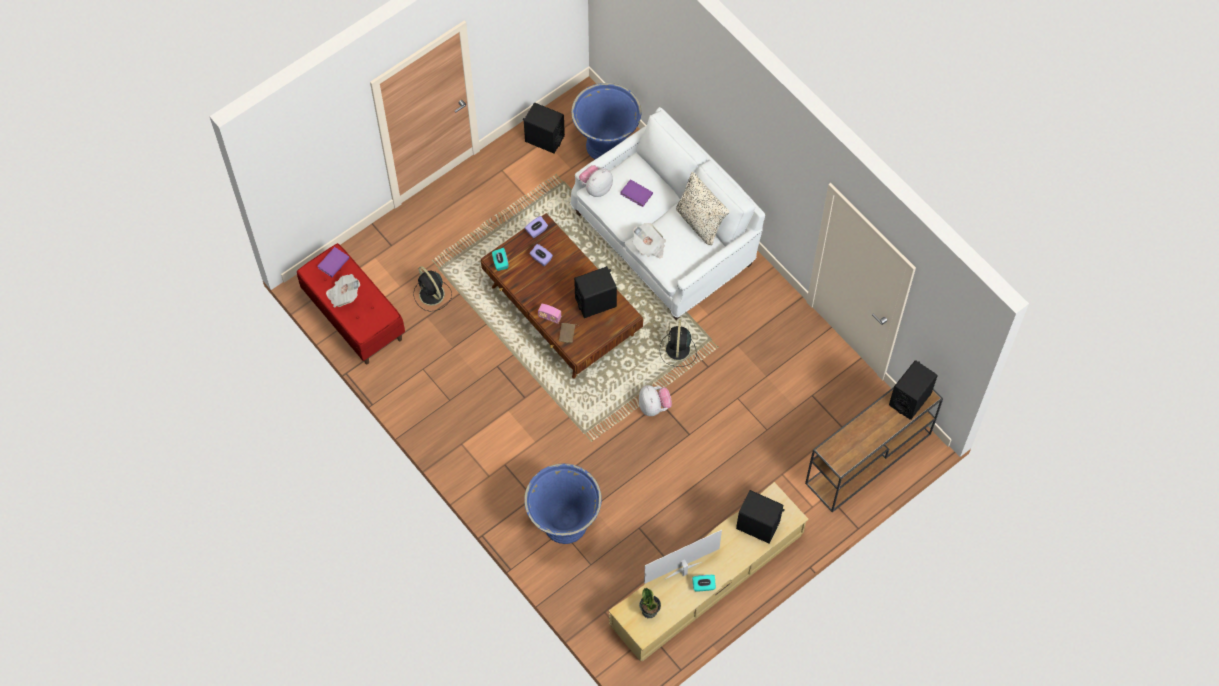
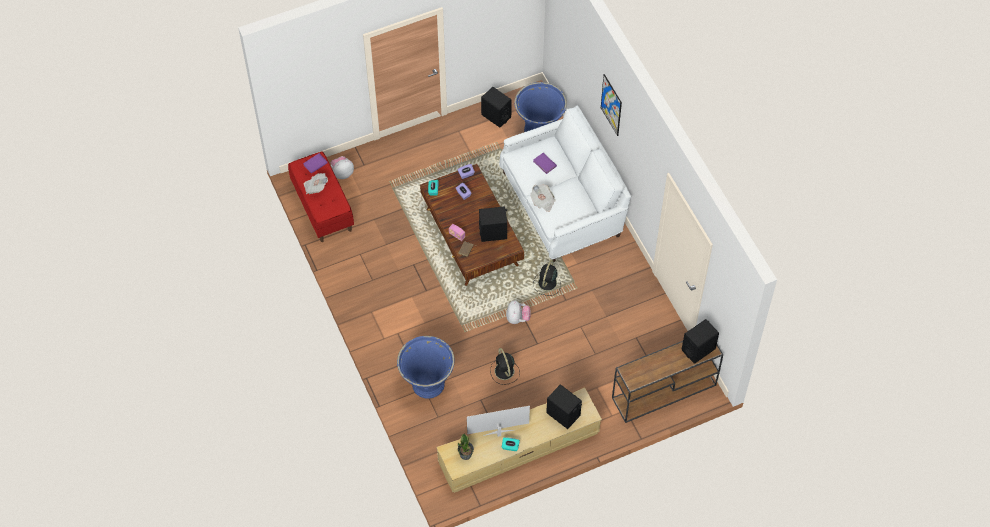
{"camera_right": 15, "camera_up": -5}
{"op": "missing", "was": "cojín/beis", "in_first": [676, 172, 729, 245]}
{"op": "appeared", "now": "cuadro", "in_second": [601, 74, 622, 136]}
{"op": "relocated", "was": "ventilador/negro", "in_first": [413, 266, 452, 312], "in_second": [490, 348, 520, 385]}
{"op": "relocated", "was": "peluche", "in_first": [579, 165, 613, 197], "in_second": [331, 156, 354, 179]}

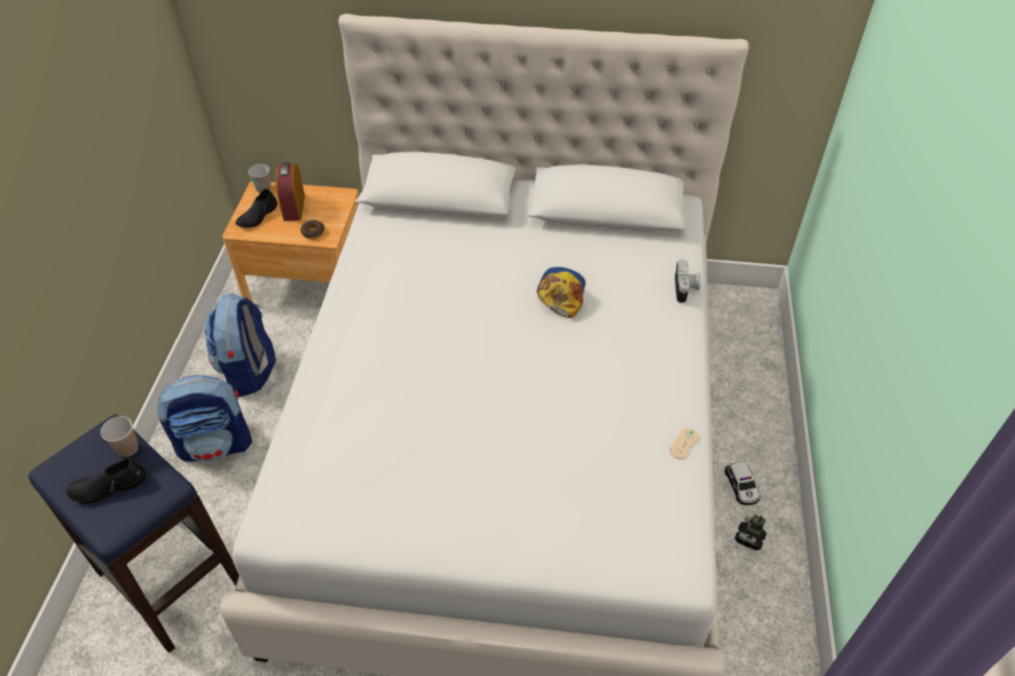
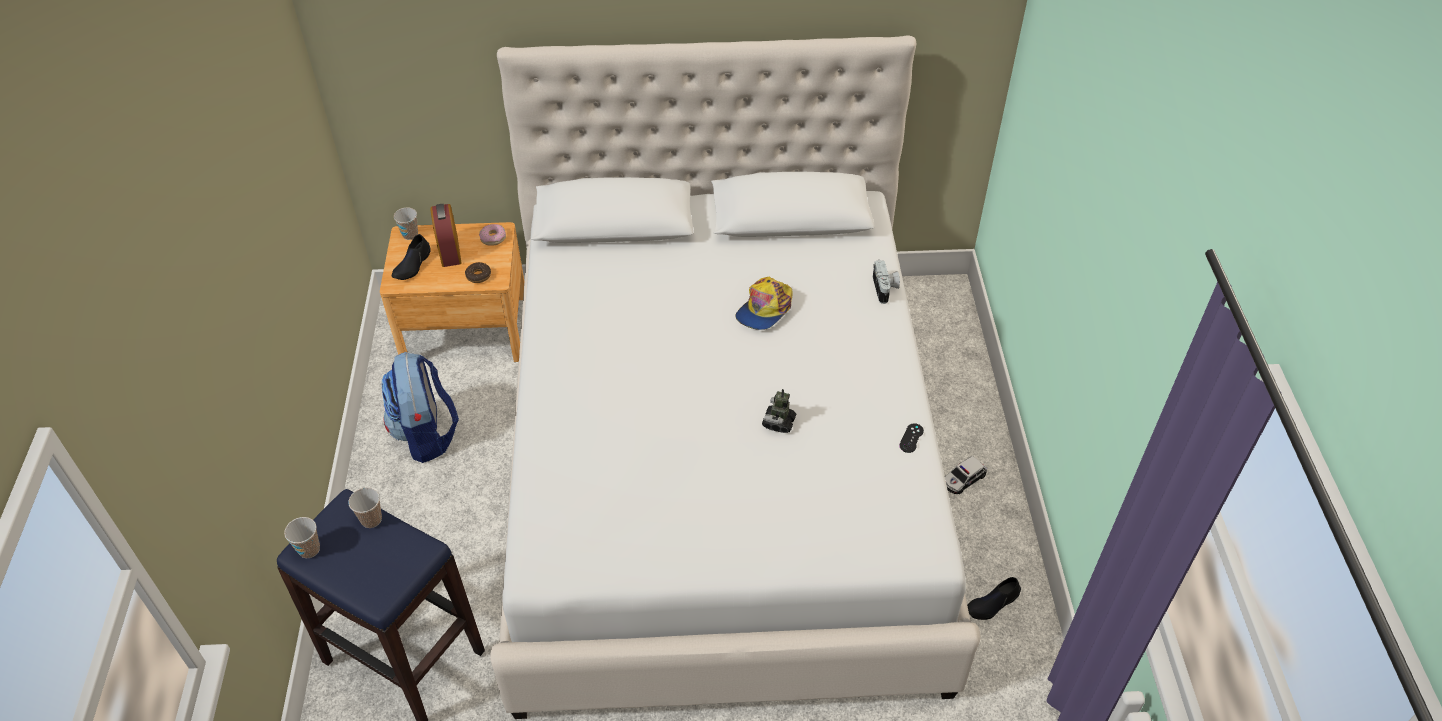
{"camera_right": -10, "camera_up": 0}
{"op": "missing", "was": "mochila", "in_first": [157, 375, 252, 462]}
{"op": "appeared", "now": "taza", "in_second": [284, 517, 320, 558]}
{"op": "appeared", "now": "rosquilla", "in_second": [479, 224, 506, 246]}
{"op": "relocated", "was": "zapato/negro", "in_first": [65, 458, 146, 503], "in_second": [967, 577, 1021, 620]}
{"op": "relocated", "was": "robot de juguete", "in_first": [735, 515, 767, 550], "in_second": [762, 389, 796, 433]}
{"op": "colour", "was": "mando de consola/beis", "now": "mando de consola/negro", "in_first": [670, 428, 698, 459], "in_second": [899, 423, 924, 453]}
{"op": "spun", "was": "gorra", "in_first": [537, 267, 586, 318], "in_second": [735, 276, 793, 330], "clockwise": -150}
{"op": "spun", "was": "coche de juguete", "in_first": [725, 462, 760, 505], "in_second": [945, 456, 987, 494], "clockwise": 75}

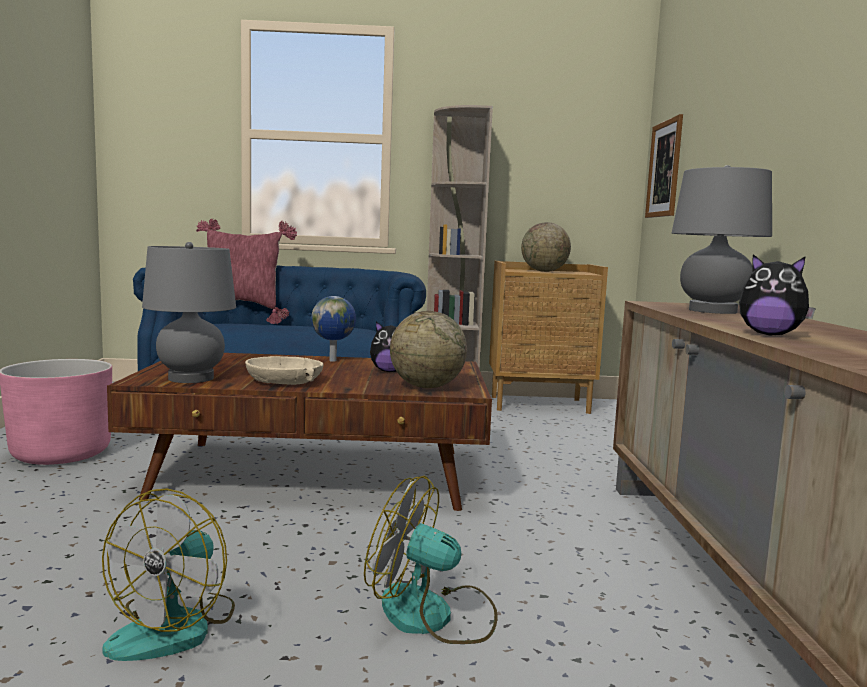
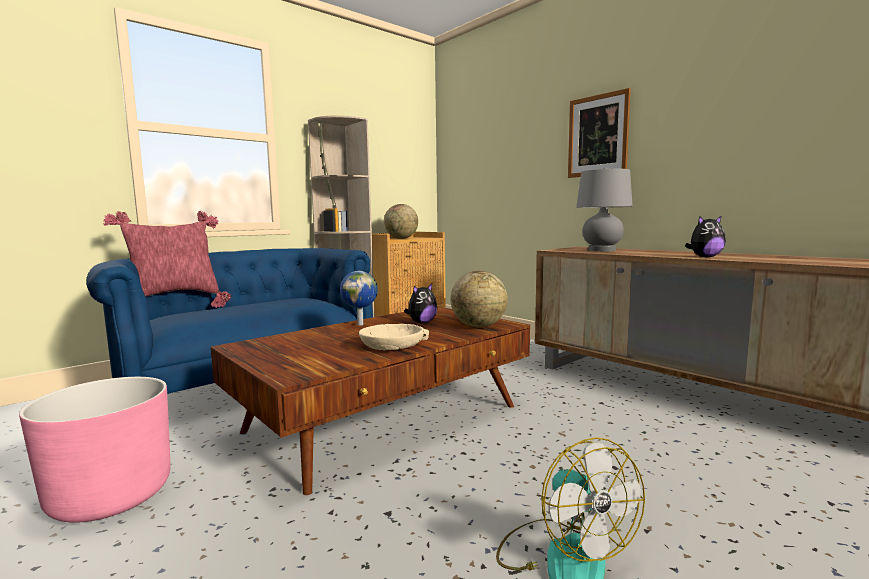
{"camera_right": -40, "camera_up": 0}
{"op": "missing", "was": "lámpara de mesa/gris", "in_first": [142, 242, 236, 383]}
{"op": "missing", "was": "ventilador", "in_first": [364, 475, 498, 644]}
{"op": "relocated", "was": "cuadro", "in_first": [645, 114, 683, 218], "in_second": [568, 88, 631, 178]}

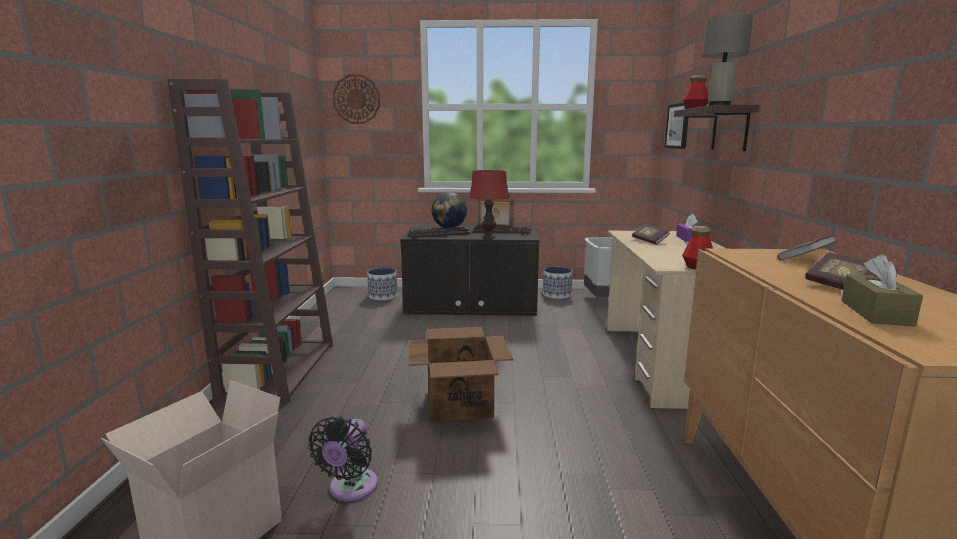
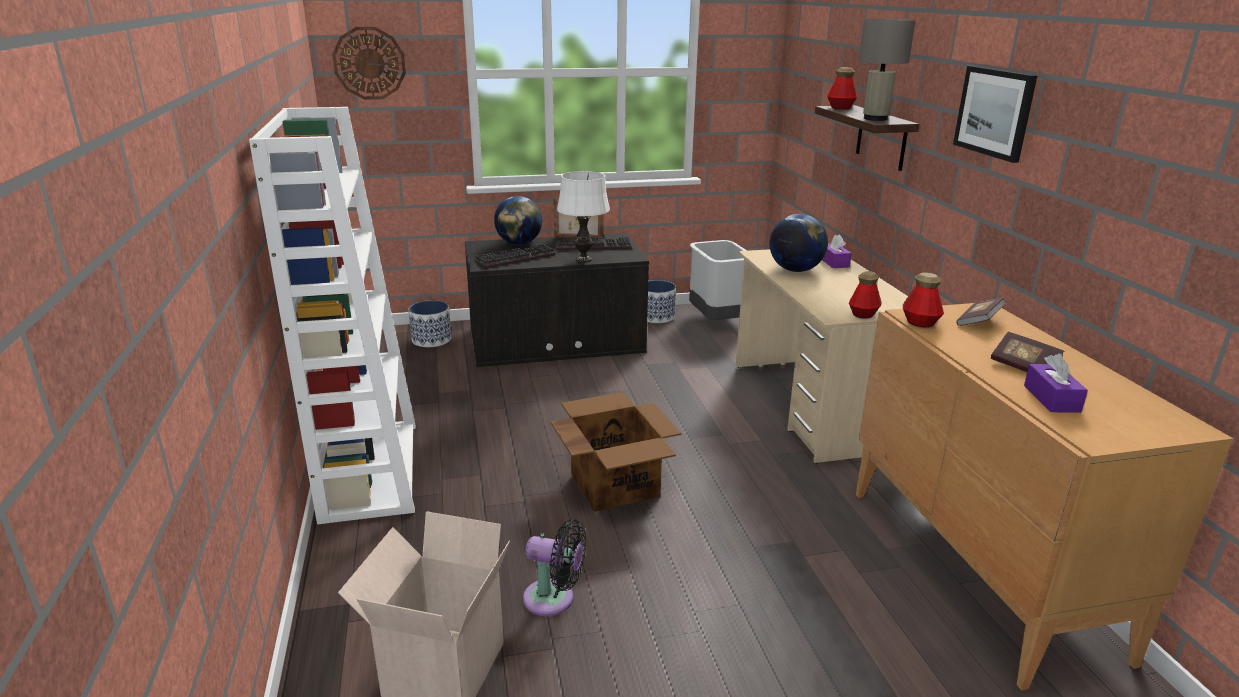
{"camera_right": -15, "camera_up": 10}
{"op": "appeared", "now": "botella", "in_second": [903, 272, 944, 327]}
{"op": "relocated", "was": "cuadro", "in_first": [664, 103, 688, 149], "in_second": [953, 66, 1037, 163]}
{"op": "exchanged", "was": "libro", "now": "globo terráqueo", "in_first": [632, 224, 670, 245], "in_second": [769, 214, 828, 272]}
{"op": "colour", "was": "estantería/marrón", "now": "estantería/blanco", "in_first": [167, 79, 333, 403], "in_second": [249, 107, 416, 525]}
{"op": "colour", "was": "lámpara de mesa/rojo", "now": "lámpara de mesa/blanco", "in_first": [469, 170, 509, 239], "in_second": [557, 171, 610, 263]}
{"op": "colour", "was": "caja de pañuelos/marrón", "now": "caja de pañuelos/morado", "in_first": [841, 254, 923, 326], "in_second": [1024, 354, 1088, 413]}
{"op": "spun", "was": "ventilador/negro", "in_first": [308, 417, 378, 502], "in_second": [523, 519, 586, 617], "clockwise": -75}

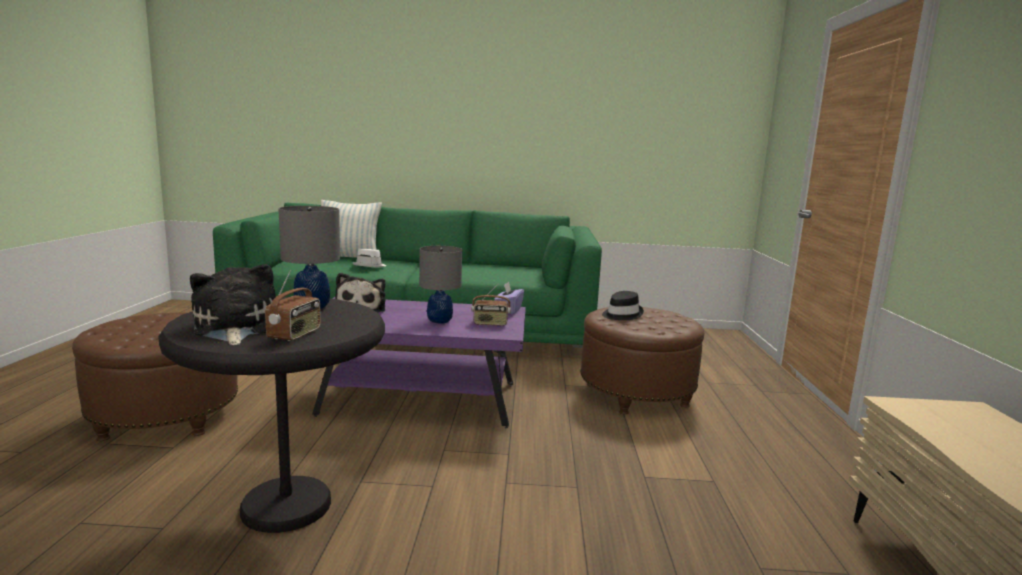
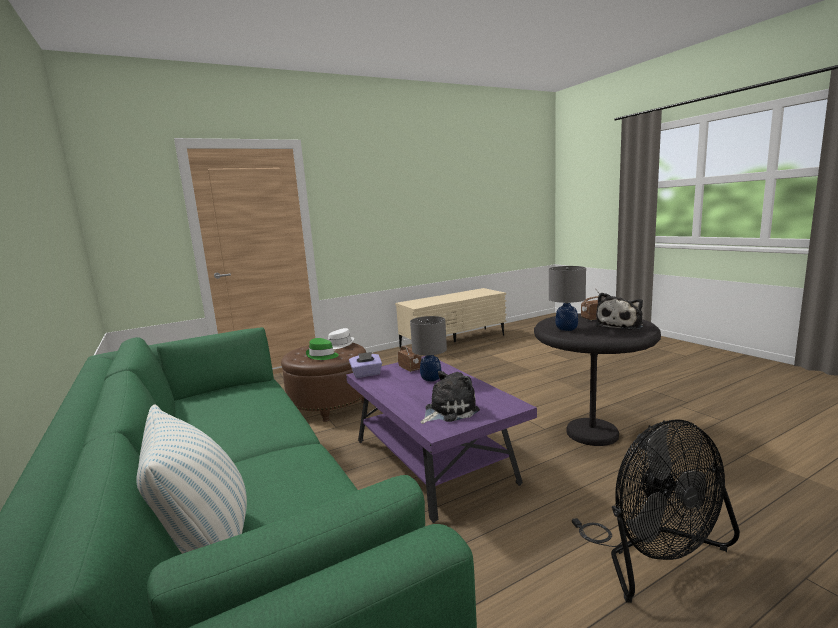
{"camera_right": -120, "camera_up": 0}
{"op": "relocated", "was": "sombrero/blanco", "in_first": [353, 249, 386, 267], "in_second": [328, 328, 354, 349]}
{"op": "exchanged", "was": "puf/marrón", "now": "ventilador/negro", "in_first": [72, 312, 238, 441], "in_second": [572, 419, 740, 603]}
{"op": "colour", "was": "sombrero/negro", "now": "sombrero/verde", "in_first": [602, 291, 644, 320], "in_second": [306, 338, 339, 360]}

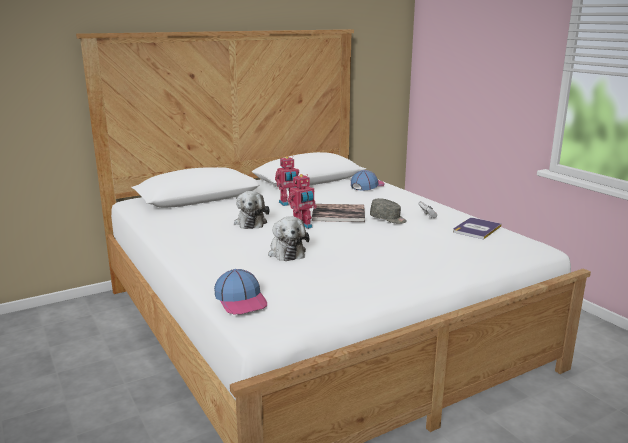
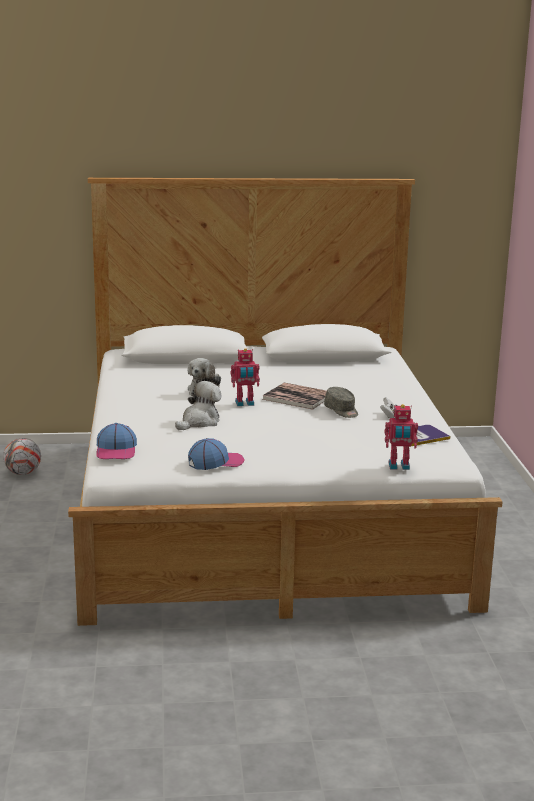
{"camera_right": 25, "camera_up": 0}
{"op": "appeared", "now": "balón de fútbol", "in_second": [3, 438, 41, 475]}
{"op": "relocated", "was": "robot de juguete", "in_first": [275, 156, 299, 206], "in_second": [385, 404, 418, 470]}
{"op": "relocated", "was": "gorra", "in_first": [351, 170, 385, 191], "in_second": [188, 438, 245, 470]}
{"op": "spun", "was": "peluche", "in_first": [268, 216, 309, 261], "in_second": [175, 381, 221, 430], "clockwise": -150}

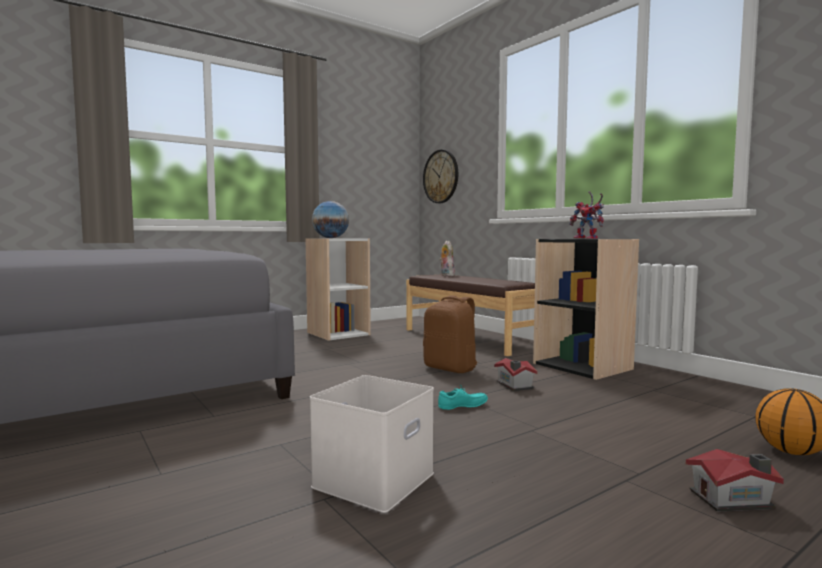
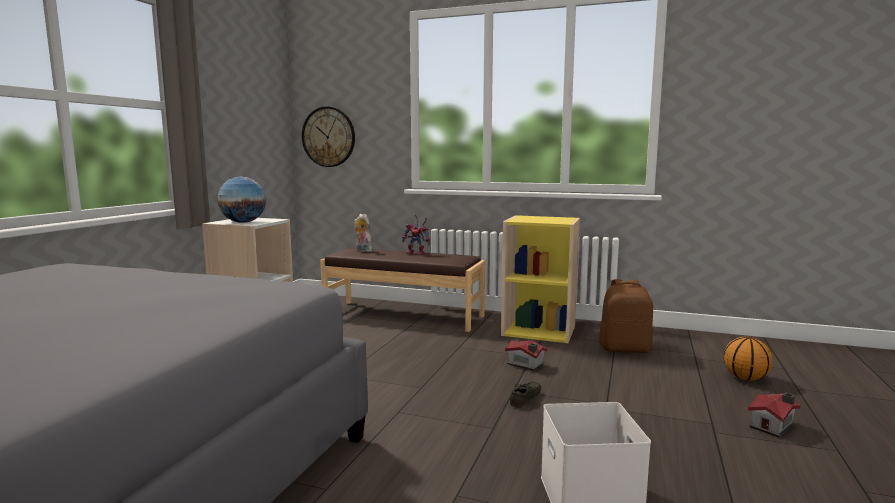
{"camera_right": -35, "camera_up": 5}
{"op": "relocated", "was": "mochila/marrón", "in_first": [423, 295, 478, 373], "in_second": [599, 279, 653, 353]}
{"op": "relocated", "was": "robot de juguete", "in_first": [569, 191, 604, 239], "in_second": [402, 214, 430, 255]}
{"op": "colour", "was": "zapato/turquesa", "now": "zapato/gris", "in_first": [438, 384, 488, 410], "in_second": [510, 381, 541, 407]}
{"op": "colour", "was": "estantería/negro", "now": "estantería/amarillo", "in_first": [533, 239, 639, 380], "in_second": [501, 215, 580, 343]}

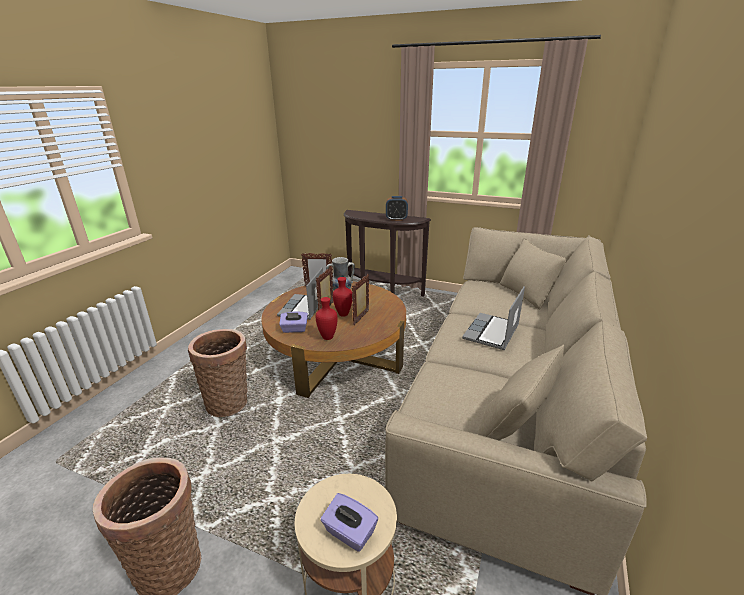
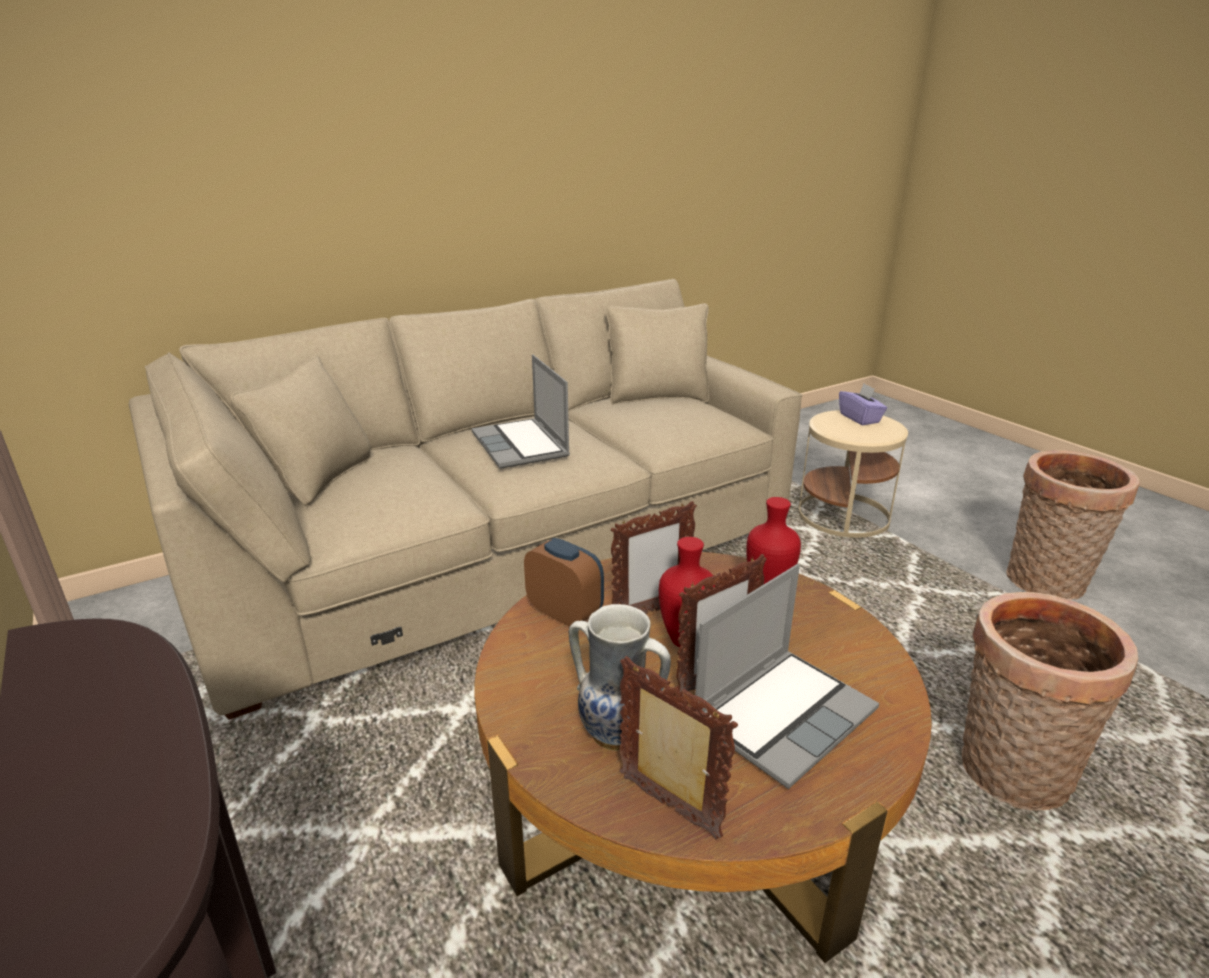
{"camera_right": -145, "camera_up": 0}
{"op": "missing", "was": "caja de pañuelos/morado", "in_first": [279, 312, 308, 333]}
{"op": "relocated", "was": "despertador", "in_first": [386, 196, 408, 221], "in_second": [524, 538, 604, 627]}
{"op": "spun", "was": "portátil", "in_first": [462, 287, 525, 350], "in_second": [472, 354, 570, 469], "clockwise": 90}

